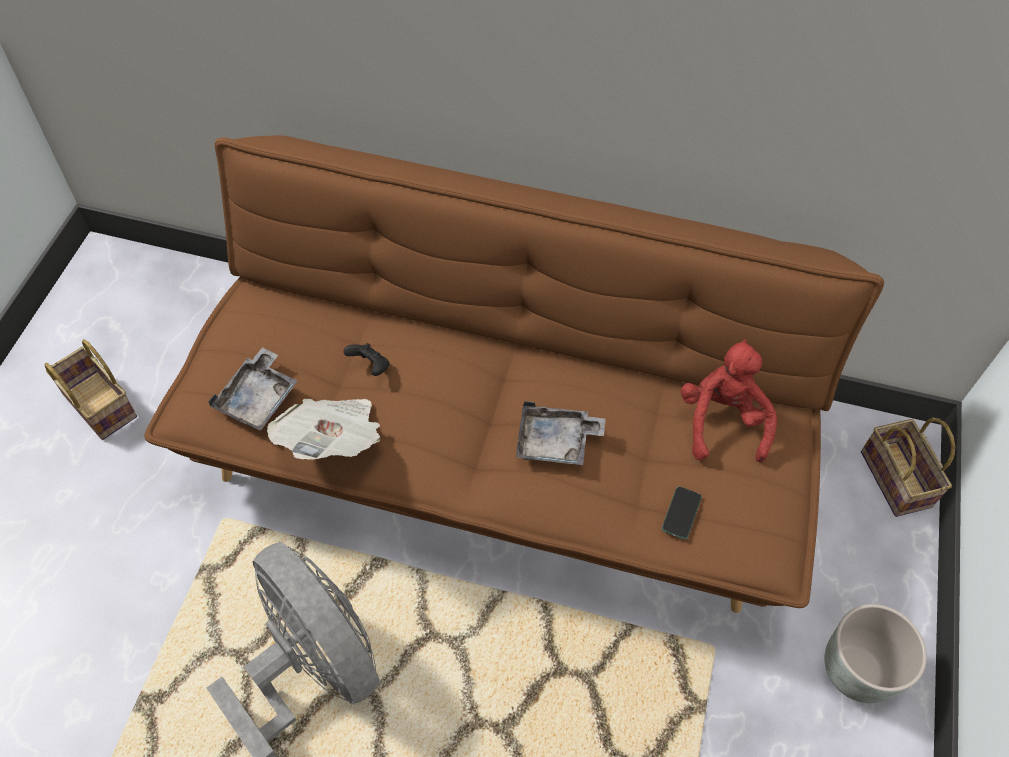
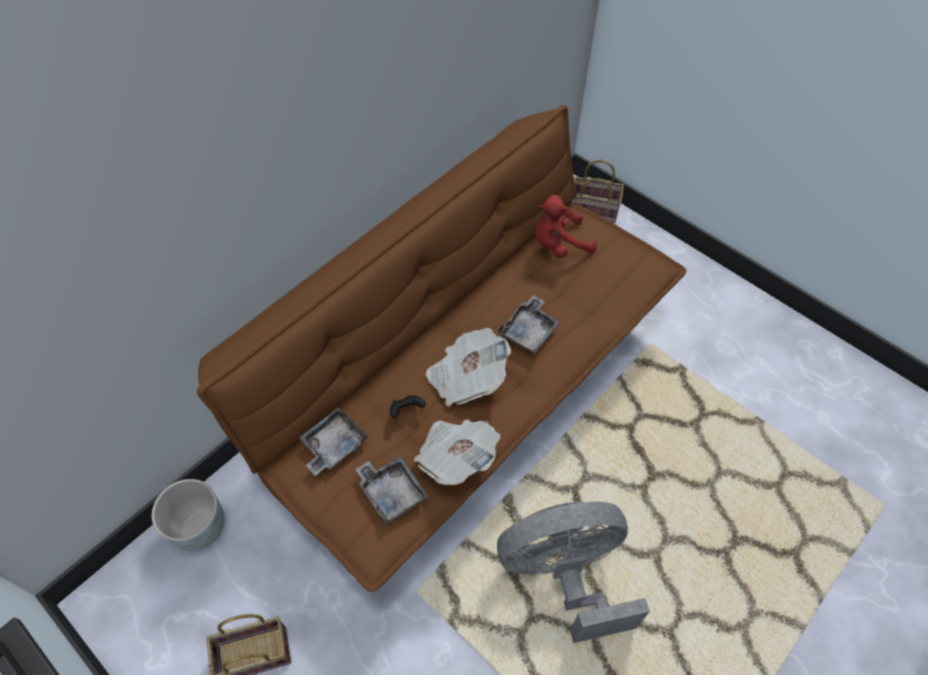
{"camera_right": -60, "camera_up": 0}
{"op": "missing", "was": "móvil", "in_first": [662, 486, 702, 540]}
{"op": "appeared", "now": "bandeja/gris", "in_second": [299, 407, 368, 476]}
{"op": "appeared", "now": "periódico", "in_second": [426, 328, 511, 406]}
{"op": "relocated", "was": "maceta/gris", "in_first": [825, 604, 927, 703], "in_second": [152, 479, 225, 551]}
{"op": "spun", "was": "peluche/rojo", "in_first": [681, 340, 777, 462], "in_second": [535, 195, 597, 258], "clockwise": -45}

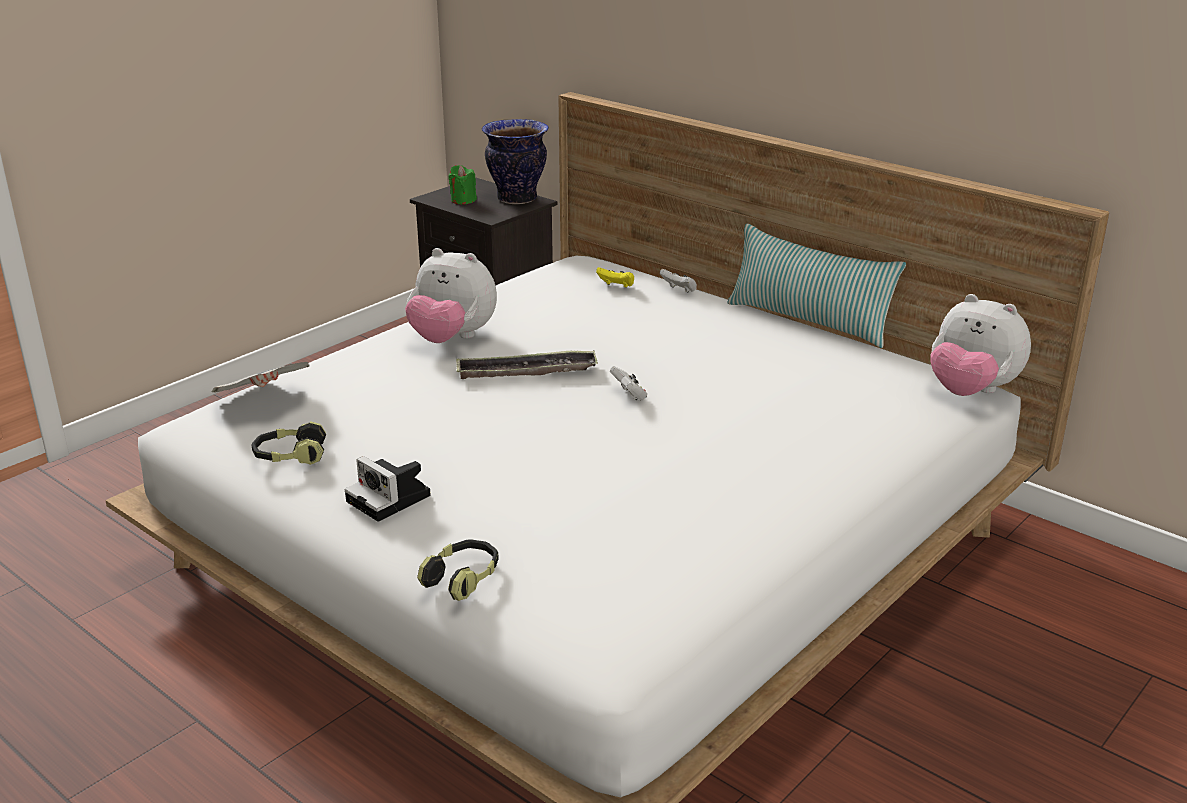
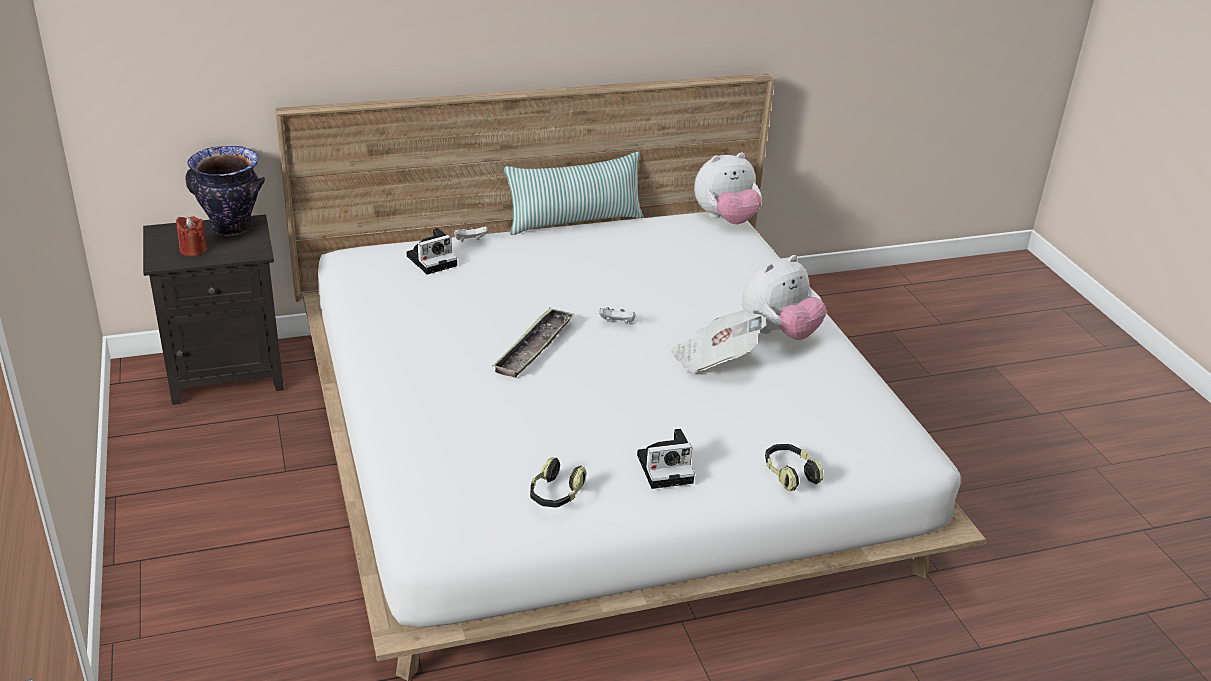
{"camera_right": -60, "camera_up": 5}
{"op": "relocated", "was": "periódico", "in_first": [211, 362, 309, 393], "in_second": [671, 309, 767, 374]}
{"op": "relocated", "was": "peluche", "in_first": [405, 248, 497, 343], "in_second": [742, 255, 827, 340]}
{"op": "exchanged", "was": "mando de consola/amarillo", "now": "cámara", "in_first": [596, 267, 634, 288], "in_second": [407, 228, 457, 275]}
{"op": "colour", "was": "vela/verde", "now": "vela/rojo", "in_first": [448, 165, 477, 204], "in_second": [176, 216, 207, 256]}

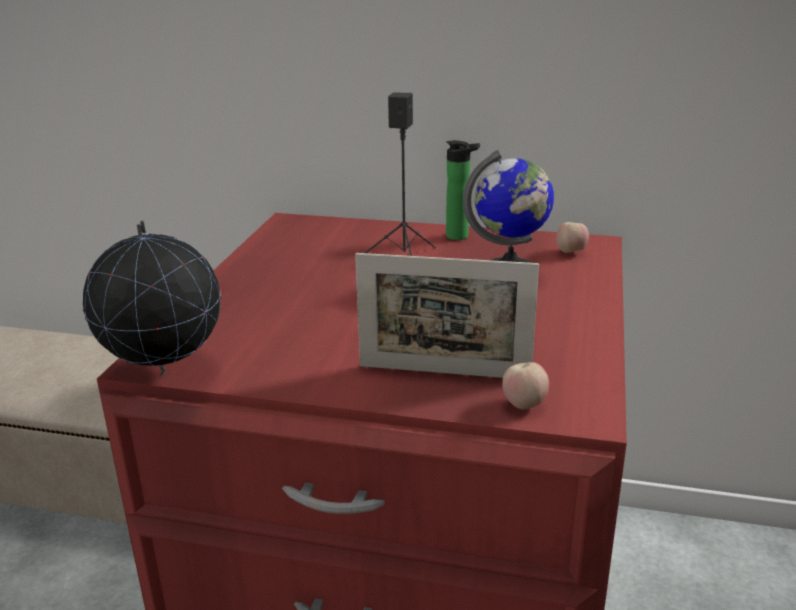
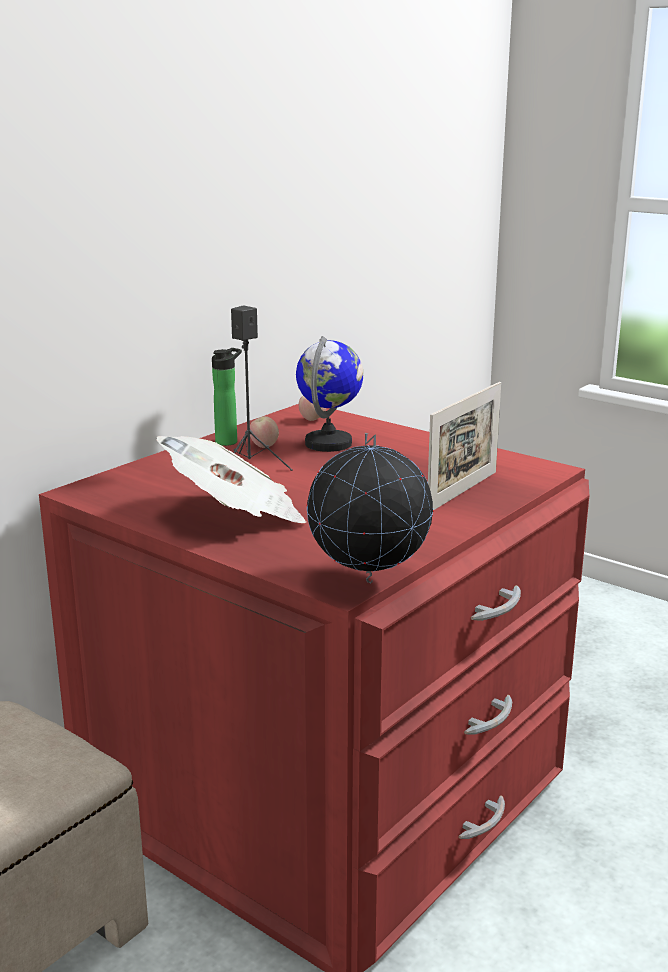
{"camera_right": -65, "camera_up": -5}
{"op": "appeared", "now": "periódico", "in_second": [156, 436, 306, 523]}
{"op": "relocated", "was": "manzana", "in_first": [502, 362, 549, 410], "in_second": [250, 416, 279, 448]}

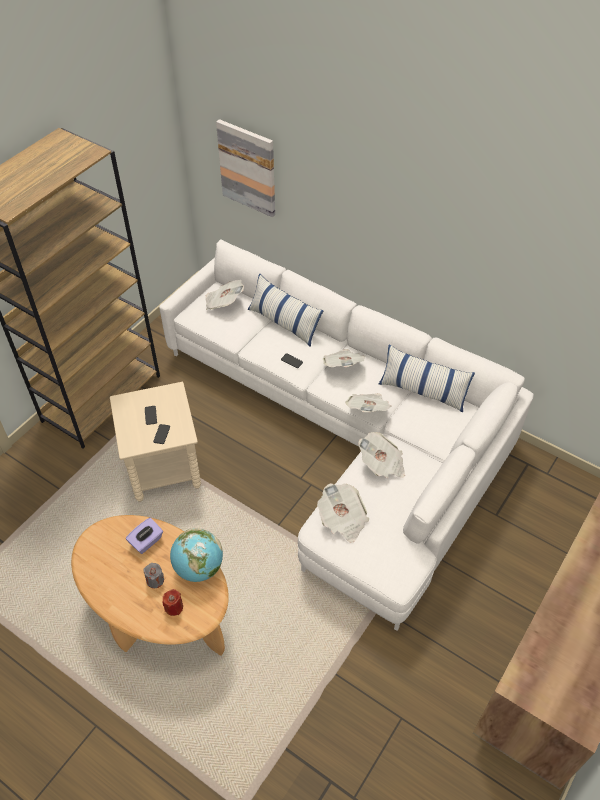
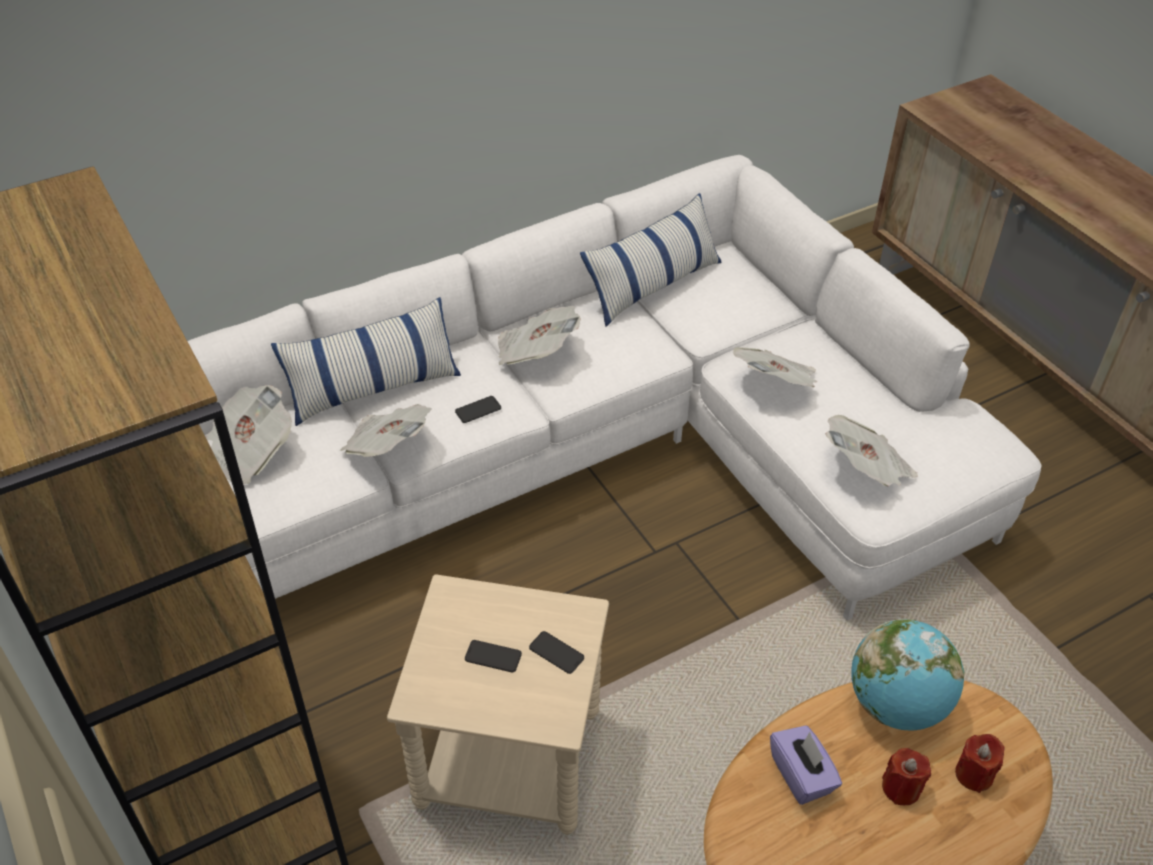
{"camera_right": -65, "camera_up": -5}
{"op": "missing", "was": "cuadro", "in_first": [216, 119, 275, 217]}
{"op": "relocated", "was": "periódico", "in_first": [345, 393, 392, 412], "in_second": [340, 404, 432, 457]}
{"op": "colour", "was": "vela/gris", "now": "vela/rojo", "in_first": [143, 563, 164, 588], "in_second": [882, 748, 931, 806]}

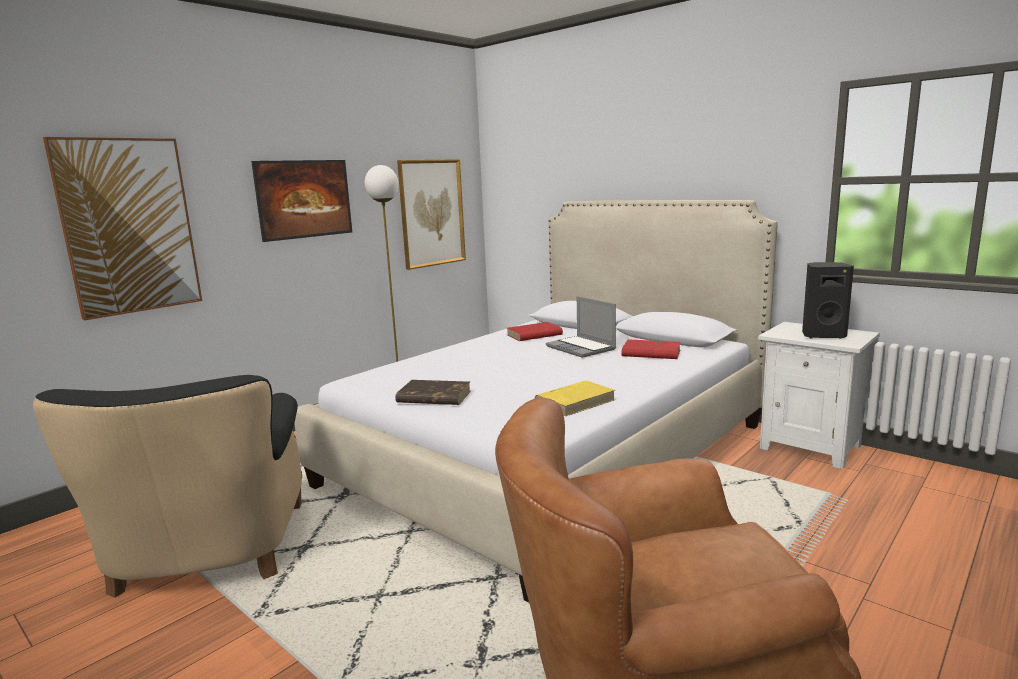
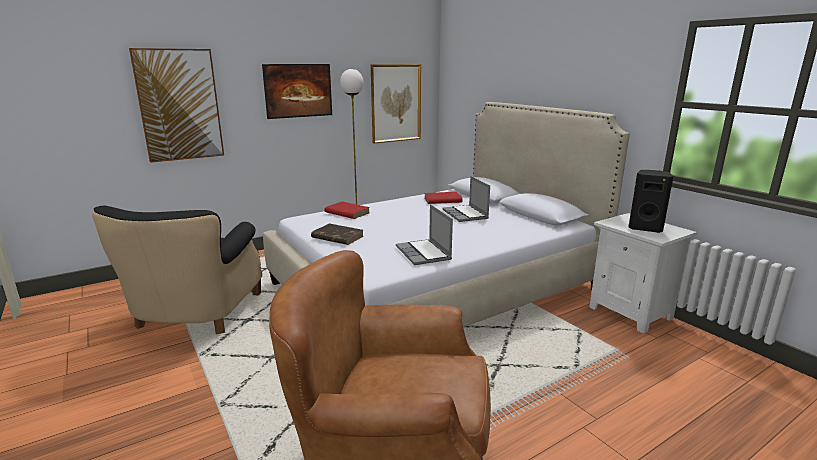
{"camera_right": 15, "camera_up": 5}
{"op": "relocated", "was": "libro/rojo", "in_first": [621, 339, 681, 359], "in_second": [324, 201, 370, 219]}
{"op": "exchanged", "was": "libro/amarillo", "now": "portátil", "in_first": [534, 380, 615, 416], "in_second": [396, 204, 453, 265]}

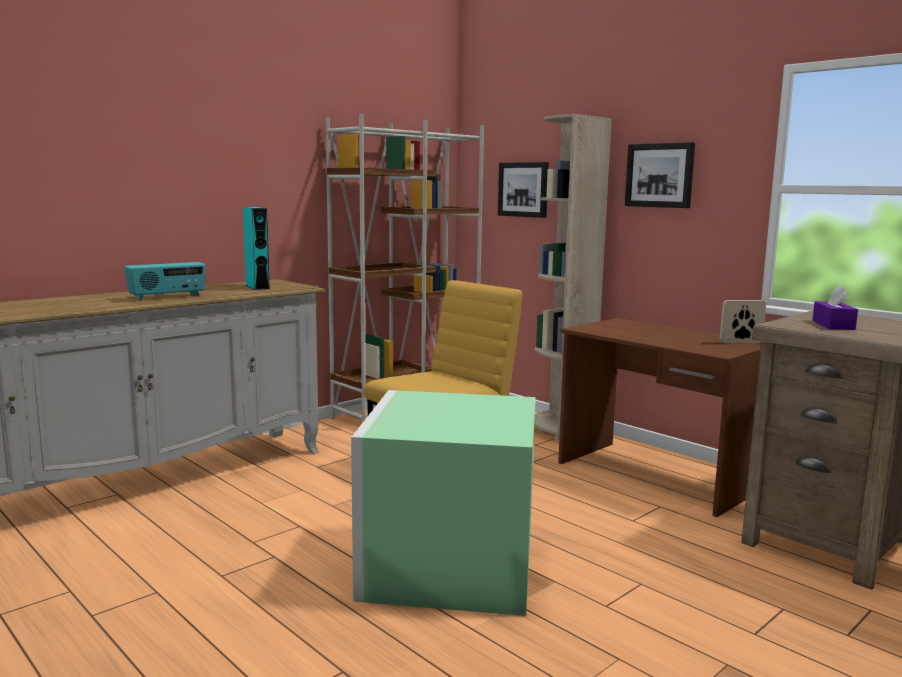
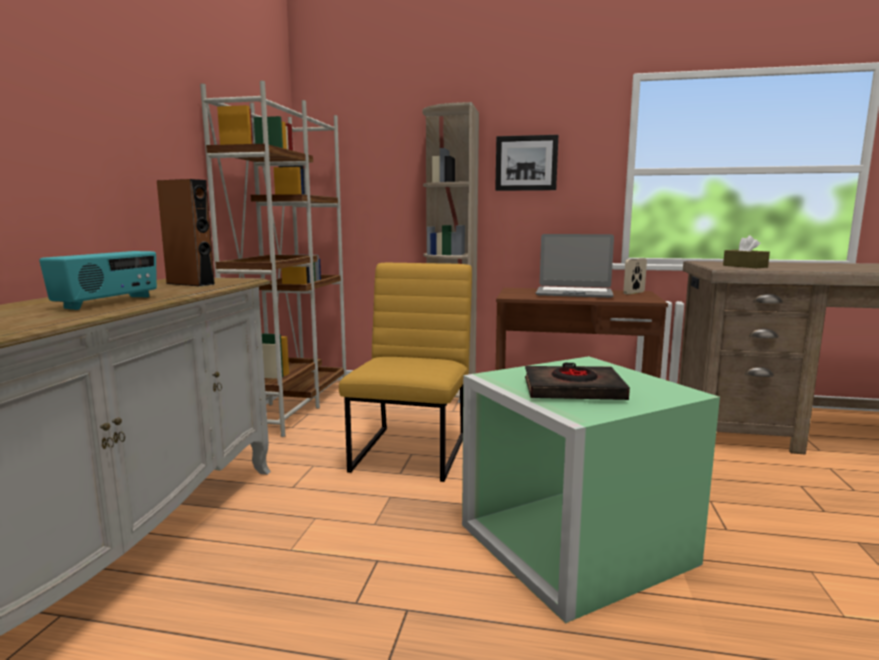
{"camera_right": -35, "camera_up": 0}
{"op": "missing", "was": "cuadro", "in_first": [498, 162, 549, 218]}
{"op": "appeared", "now": "libro/negro", "in_second": [525, 363, 630, 400]}
{"op": "appeared", "now": "portátil", "in_second": [536, 234, 614, 298]}
{"op": "colour", "was": "altavoz/turquesa", "now": "altavoz/marrón", "in_first": [243, 207, 270, 290], "in_second": [157, 179, 215, 287]}
{"op": "colour", "was": "caja de pañuelos/morado", "now": "caja de pañuelos/marrón", "in_first": [812, 285, 858, 330], "in_second": [723, 235, 770, 268]}

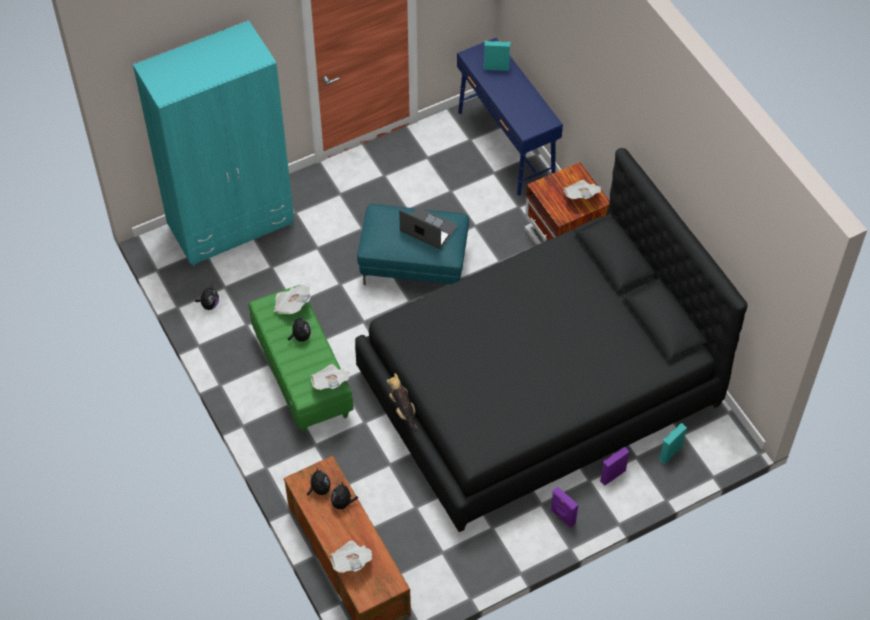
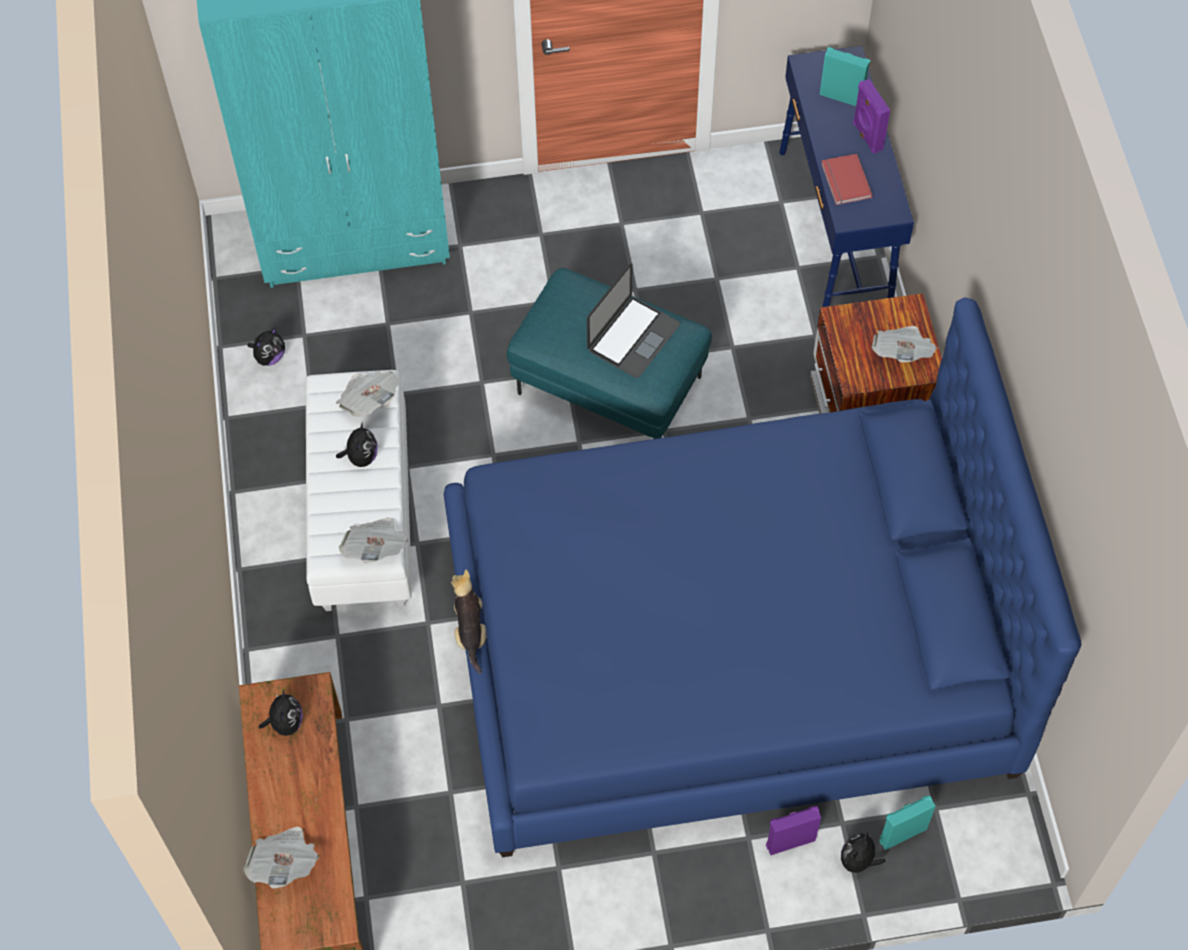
{"camera_right": 20, "camera_up": 5}
{"op": "appeared", "now": "libro/rojo", "in_second": [821, 154, 873, 205]}
{"op": "relocated", "was": "peluche", "in_first": [331, 481, 358, 511], "in_second": [841, 832, 886, 878]}
{"op": "relocated", "was": "altavoz/morado", "in_first": [551, 487, 578, 528], "in_second": [853, 79, 890, 154]}
{"op": "colour", "was": "puf/verde", "now": "puf/blanco", "in_first": [248, 285, 354, 433], "in_second": [306, 370, 412, 611]}
{"op": "colour", "was": "cama/negro", "now": "cama/azul", "in_first": [355, 148, 748, 532], "in_second": [443, 297, 1082, 858]}
{"op": "spun", "was": "portátil", "in_first": [399, 207, 457, 249], "in_second": [587, 263, 680, 378], "clockwise": 75}

